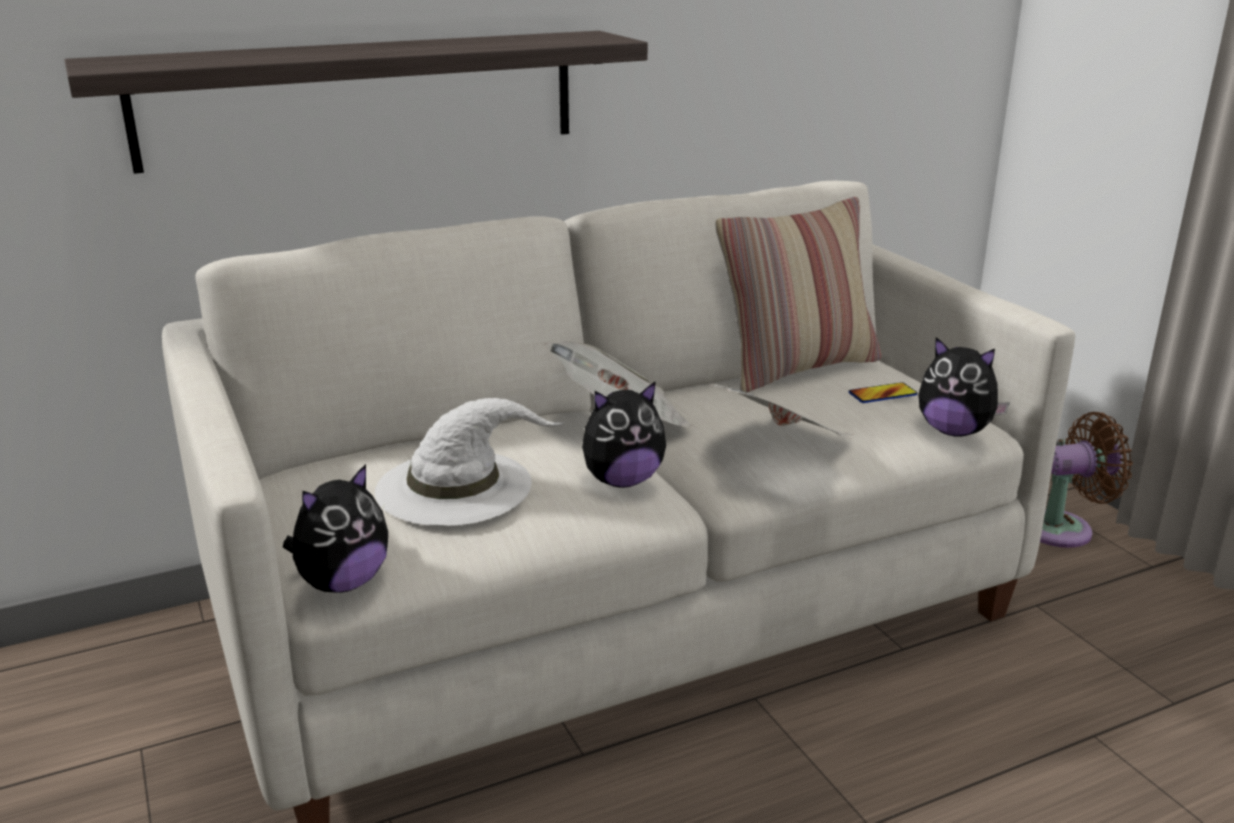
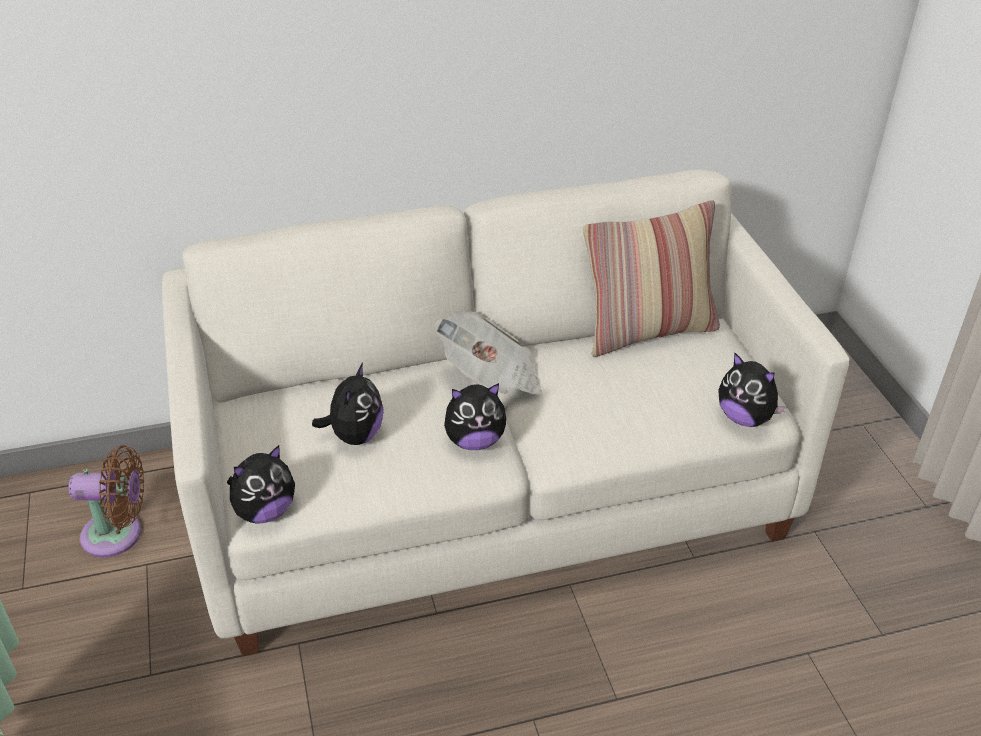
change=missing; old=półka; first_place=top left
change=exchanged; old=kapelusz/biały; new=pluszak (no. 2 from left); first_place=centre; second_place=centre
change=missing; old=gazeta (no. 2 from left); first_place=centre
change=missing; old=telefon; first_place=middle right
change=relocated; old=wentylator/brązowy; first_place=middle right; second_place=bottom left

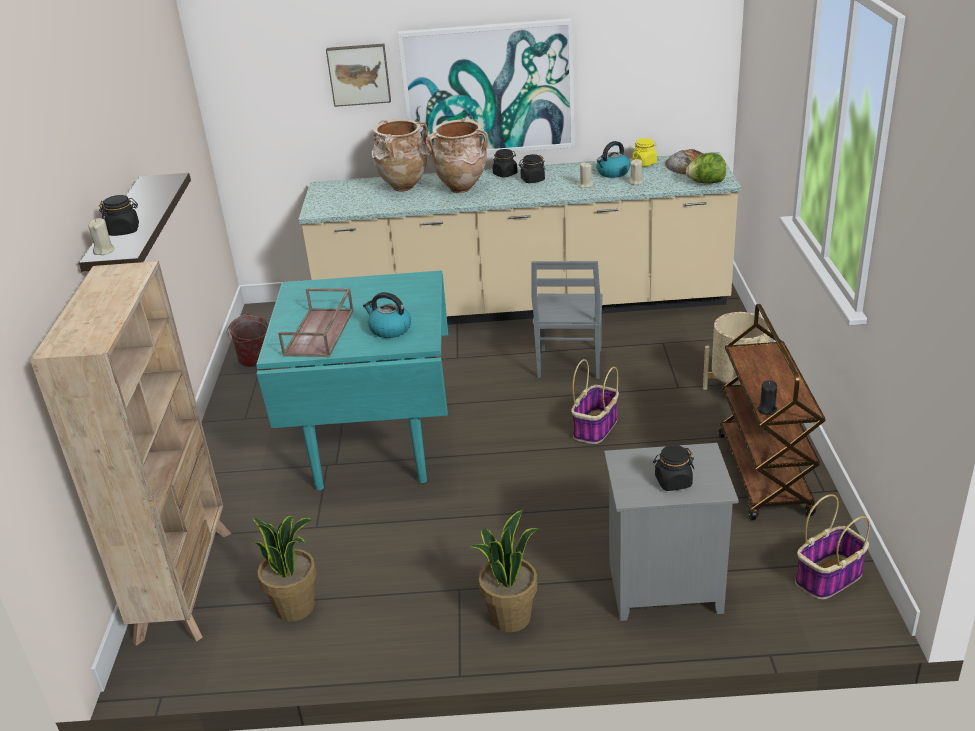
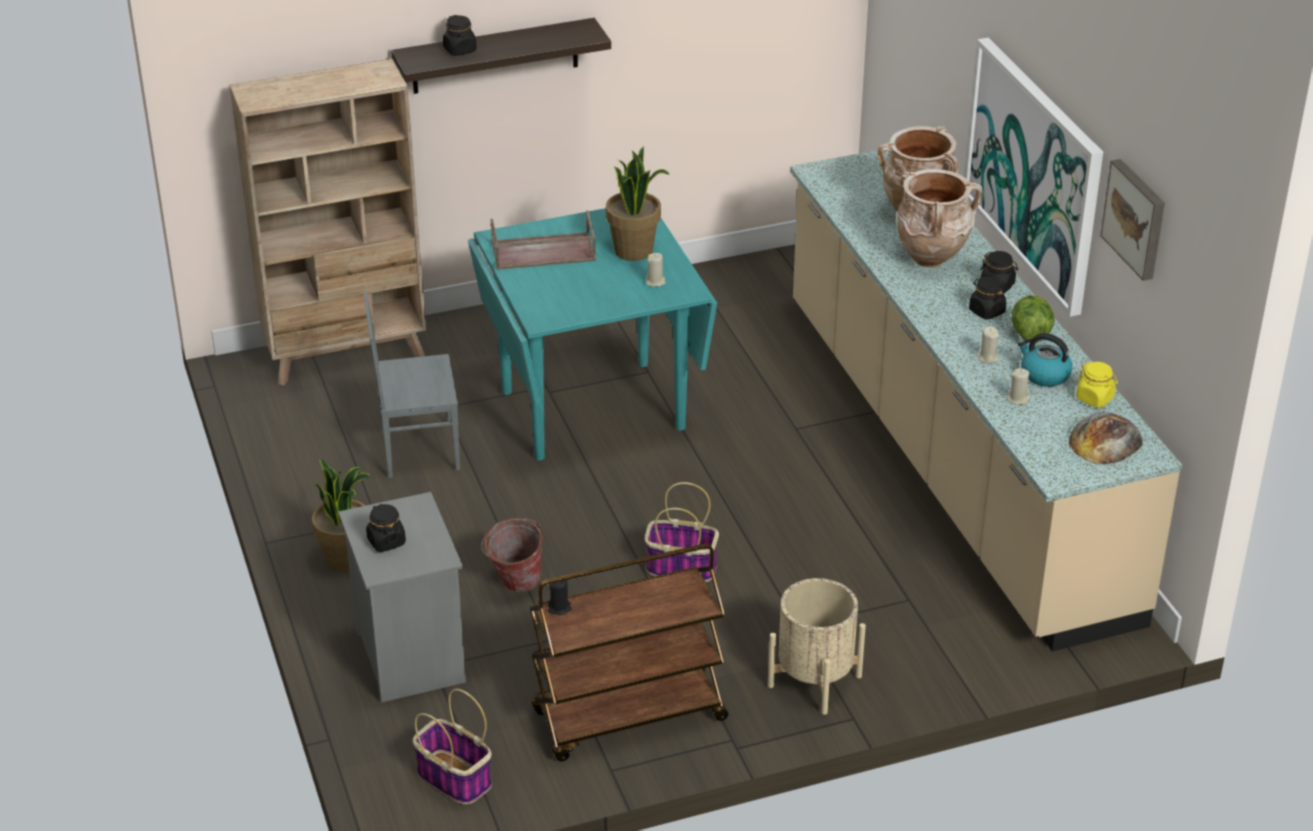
change=relocated; old=świeca/beżowy (no. 1 from left); first_place=top left; second_place=top centre
change=relocated; old=wiadro; first_place=middle left; second_place=bottom centre
change=relocated; old=roślina doniczkowa (no. 1 from left in the first image); new=roślina doniczkowa (no. 2 from left); first_place=bottom left; second_place=top centre
change=relocated; old=obraz (no. 1 from left in the first image); new=obraz (no. 2 from left); first_place=top centre; second_place=top right
change=missing; old=czajnik (no. 1 from left); first_place=centre
change=relocated; old=krzesło/szary; first_place=centre; second_place=middle left
change=relocated; old=sałata; first_place=top right; second_place=middle right

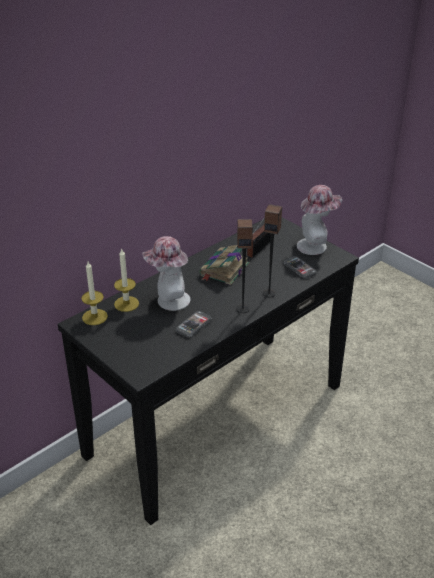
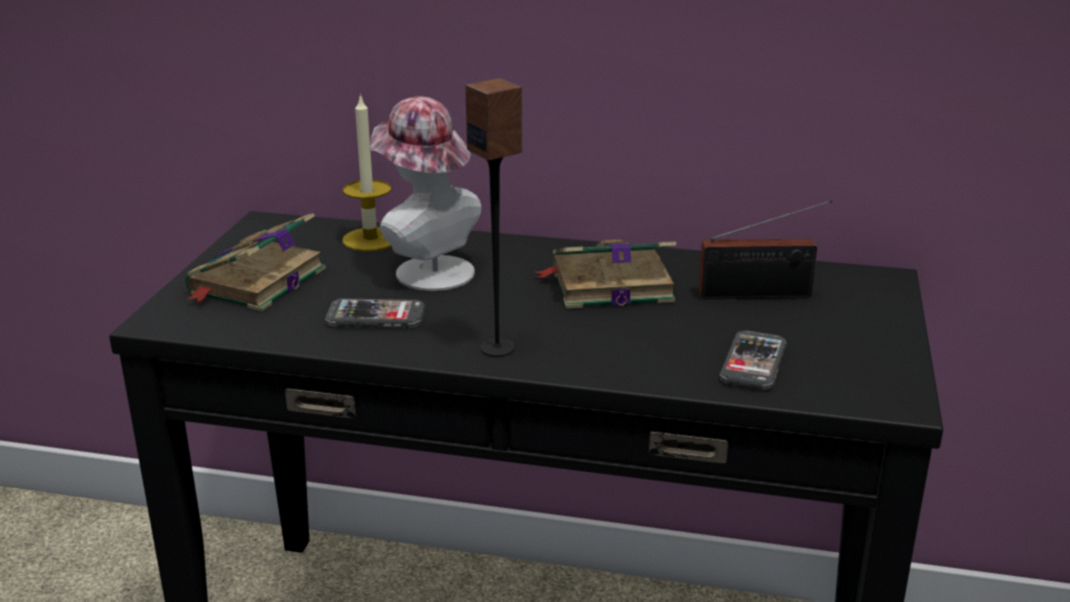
change=missing; old=świeca (no. 1 from left); first_place=middle left
change=missing; old=głośnik (no. 2 from left); first_place=centre
change=missing; old=kapelusz (no. 2 from left); first_place=middle right
change=appeared; new=książka (no. 1 from left); second_place=middle left

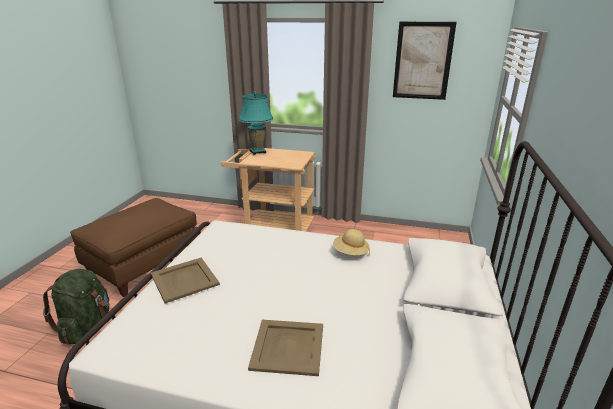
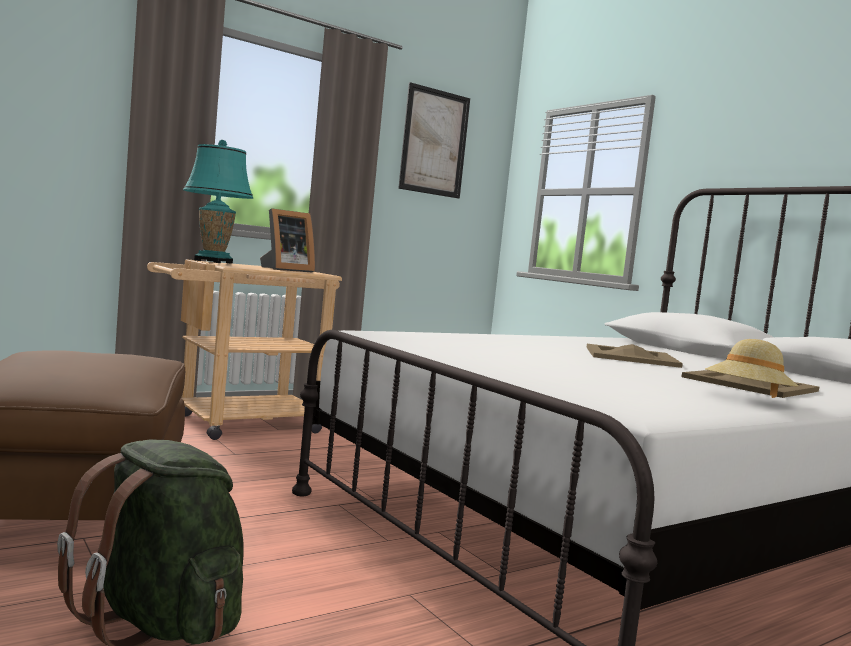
change=relocated; old=taca/beżowy (no. 1 from left); first_place=bottom left; second_place=middle right
change=relocated; old=kapelusz/beżowy; first_place=centre; second_place=middle right
change=appeared; new=ramka na zdjęcie; second_place=centre

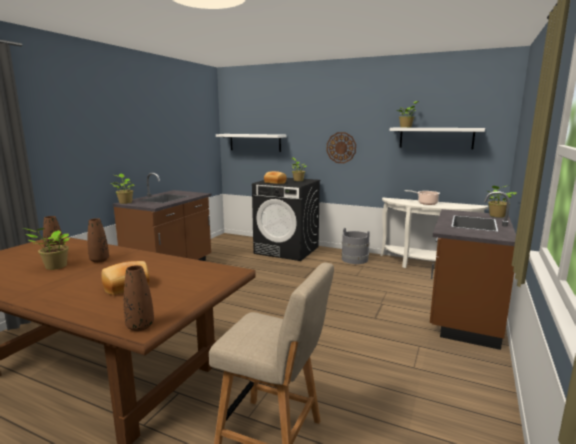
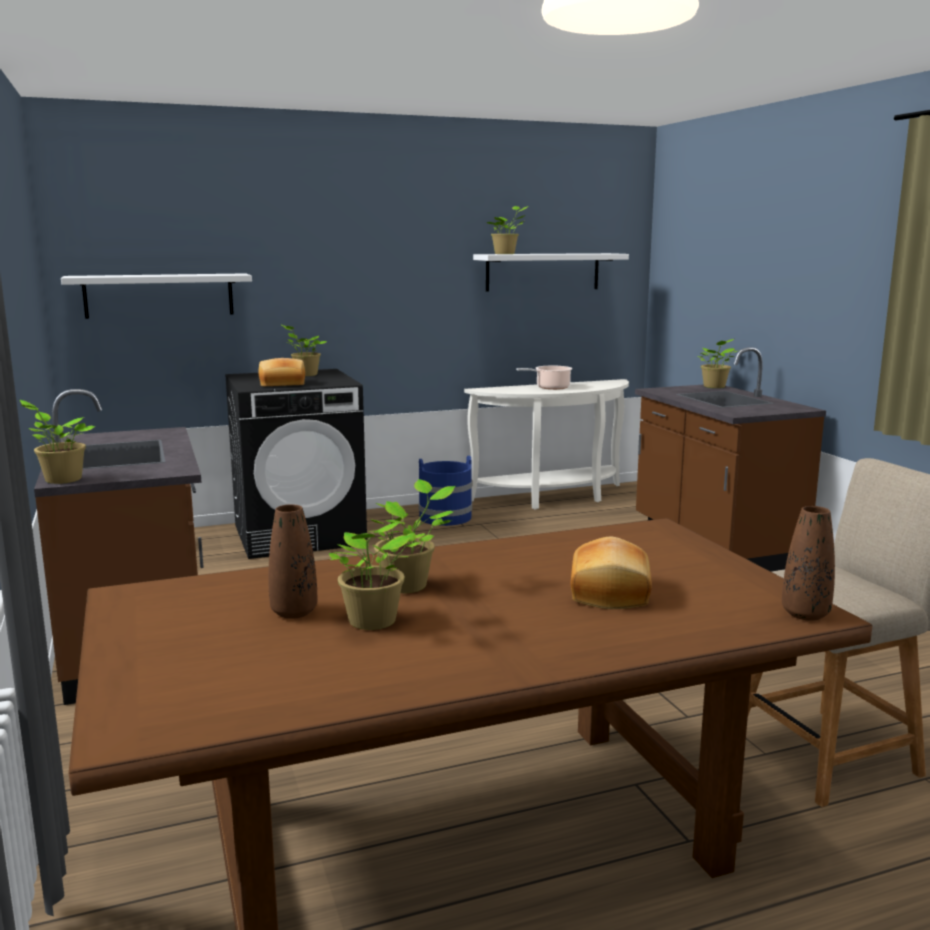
change=exchanged; old=wazon/brązowy (no. 2 from left); new=roślina doniczkowa (no. 4 from left); first_place=middle left; second_place=centre
change=missing; old=zegar ścienny; first_place=top centre
change=colour; old=wiadro/szary; new=wiadro/niebieski; first_place=centre; second_place=centre

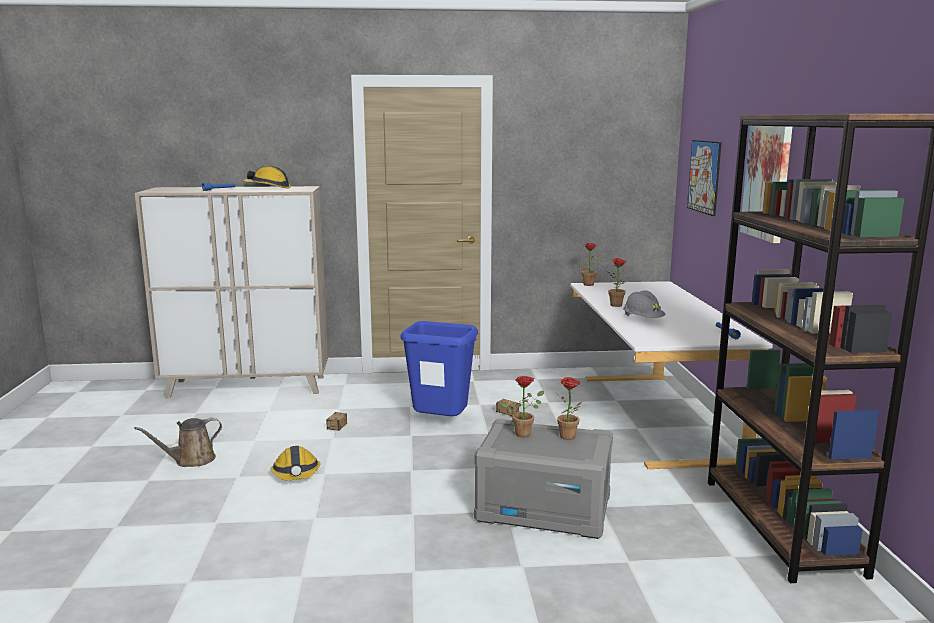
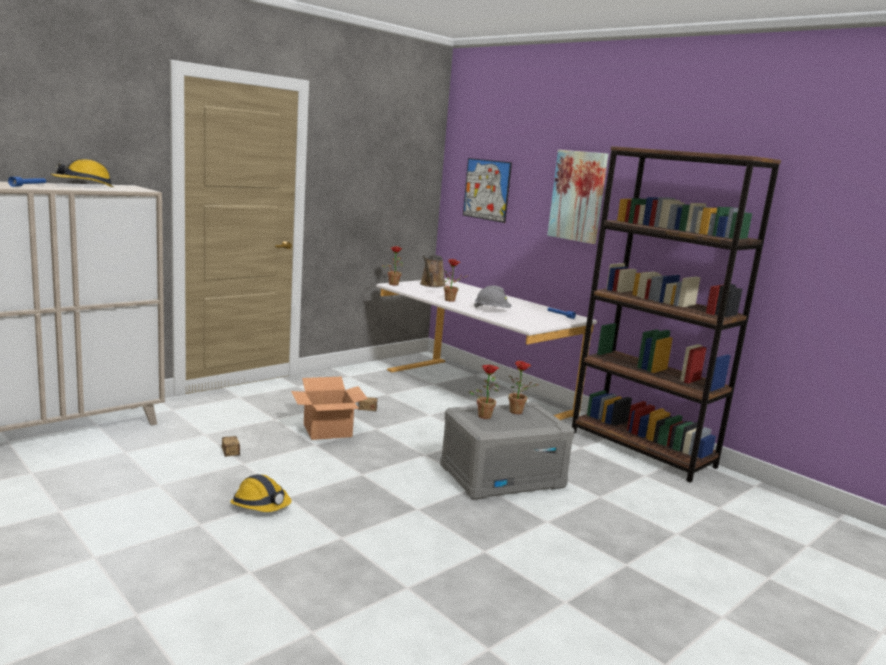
change=relocated; old=konewka/brązowy; first_place=bottom left; second_place=centre
change=exchanged; old=kosz na śmieci/niebieski; new=karton; first_place=centre; second_place=centre

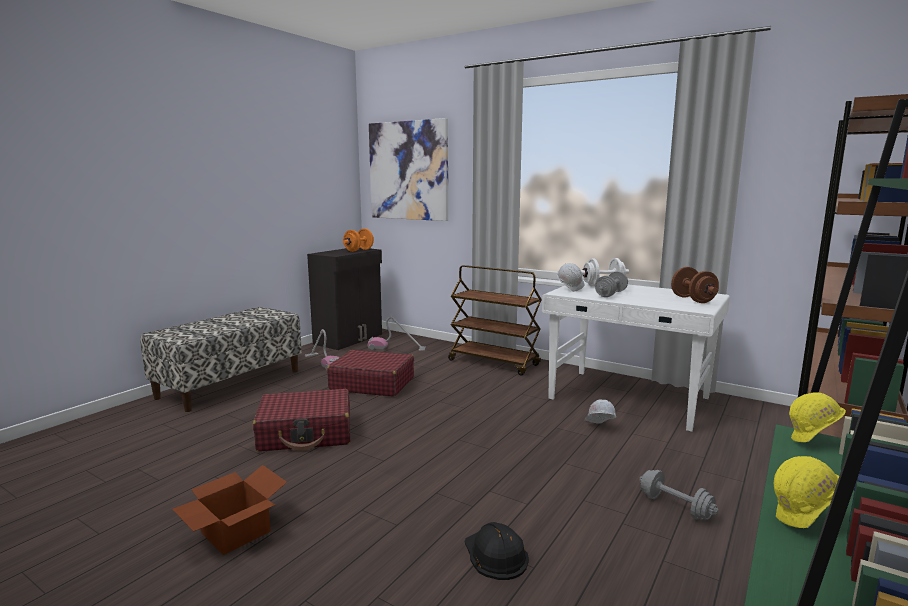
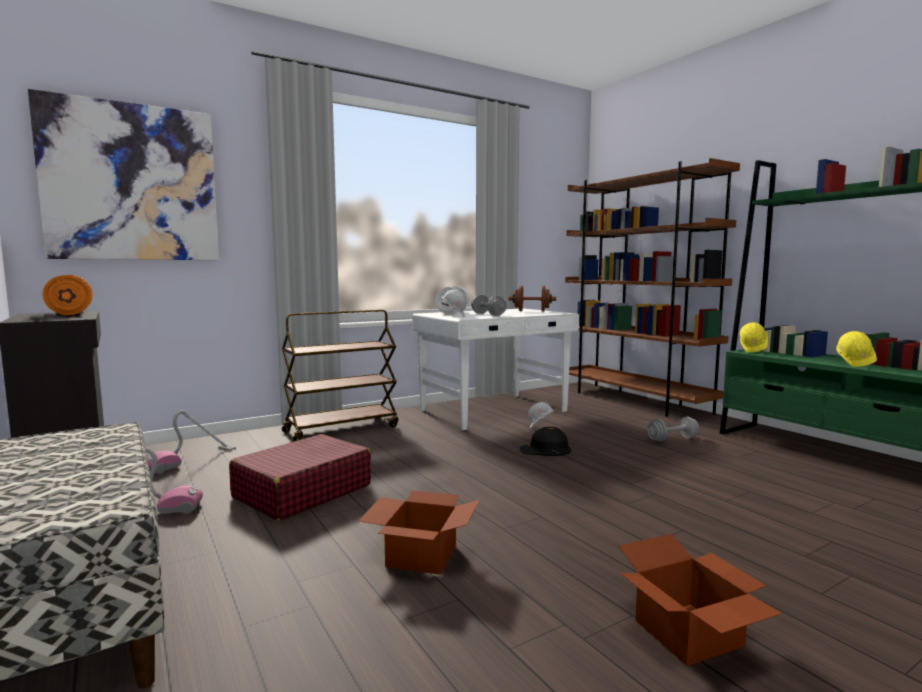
change=exchanged; old=walizka/czerwony (no. 1 from left); new=karton (no. 1 from left); first_place=bottom left; second_place=bottom centre
change=relocated; old=kask/czarny; first_place=bottom centre; second_place=centre

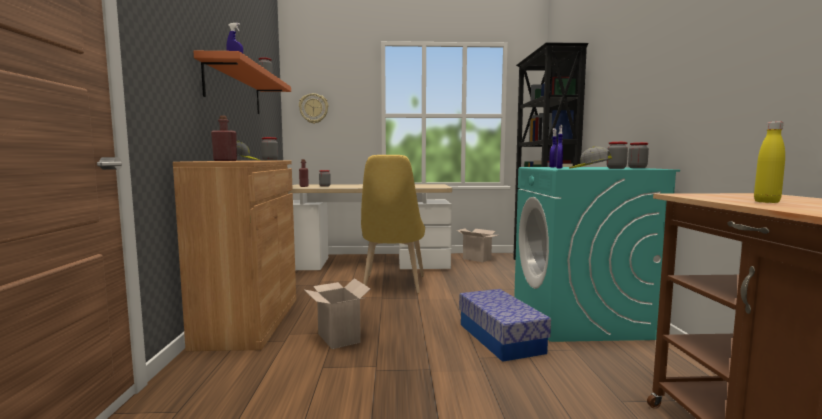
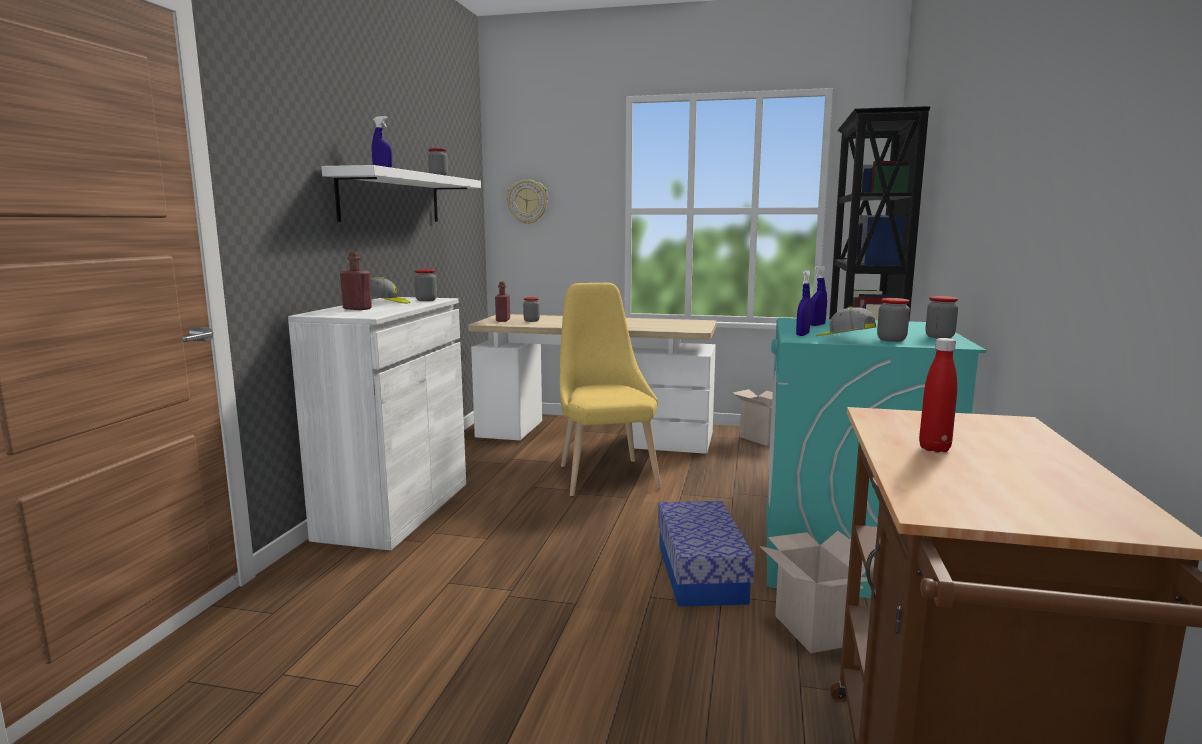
change=colour; old=szafka/brązowy; new=szafka/biały; first_place=middle left; second_place=middle left
change=colour; old=półka/pomarańczowy; new=półka/biały; first_place=top left; second_place=top centre
change=relocated; old=karton (no. 1 from left in the first image); new=karton (no. 2 from left); first_place=bottom centre; second_place=bottom right
change=spun; old=krzesło/żółty; first_place=centre; second_place=centre; degrees=150
change=colour; old=butelka/żółty; new=butelka/czerwony (no. 3 from left); first_place=middle right; second_place=middle right

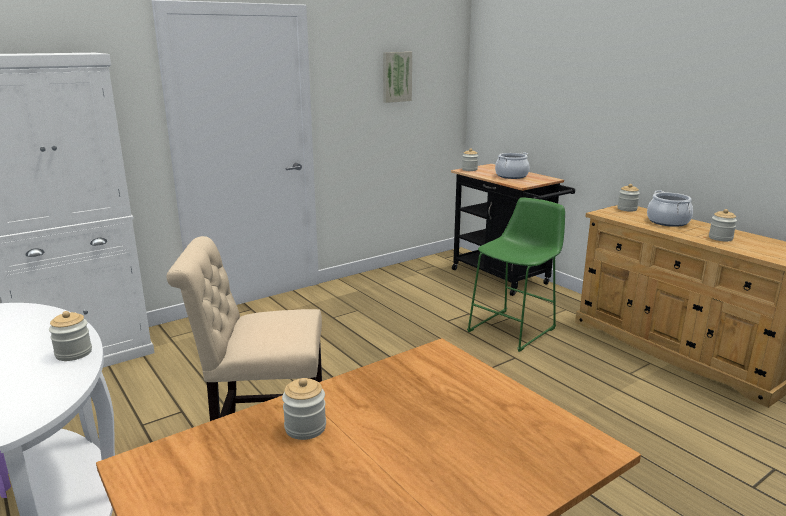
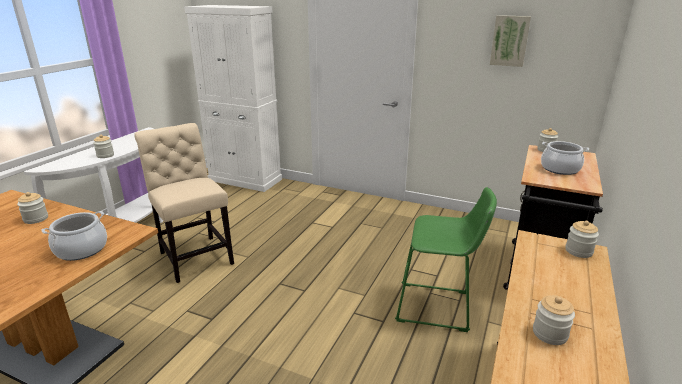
change=relocated; old=garnek (no. 2 from left in the first image); new=garnek (no. 1 from left); first_place=middle right; second_place=middle left

